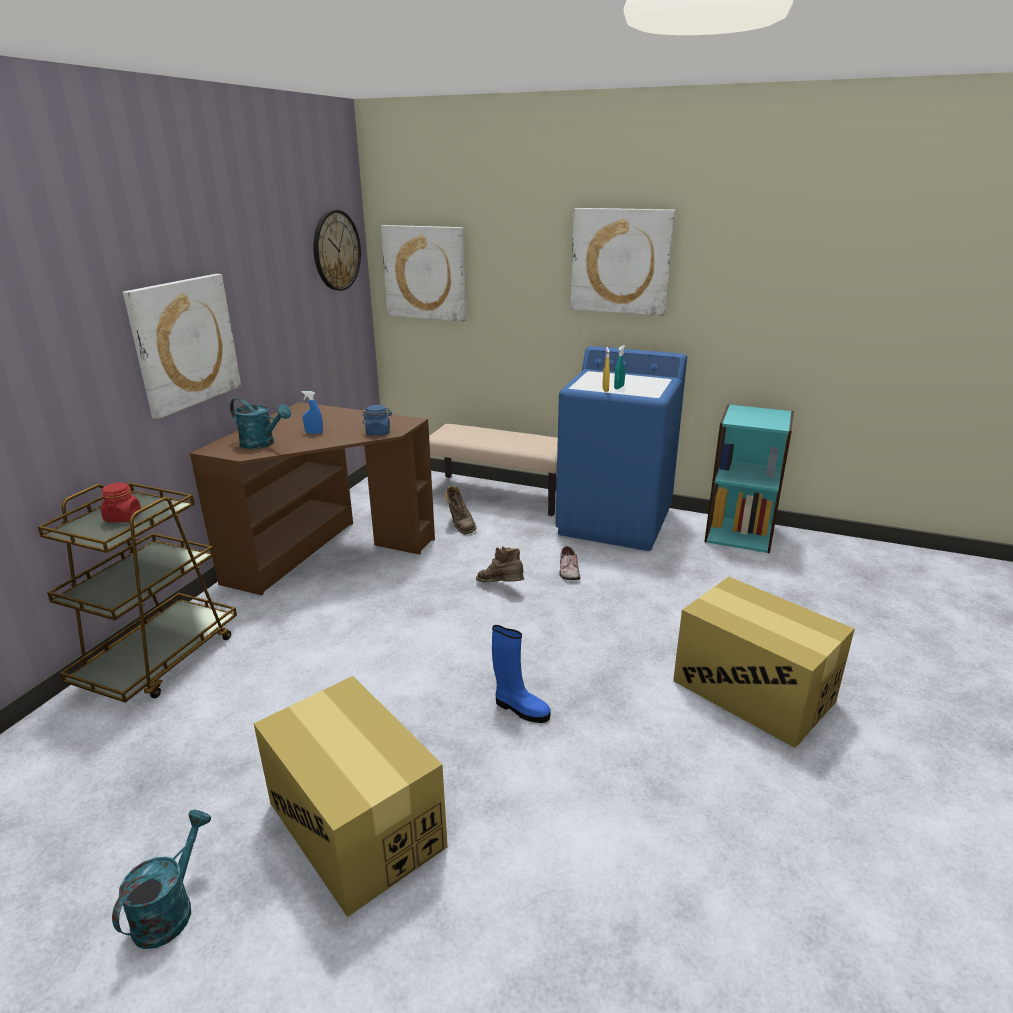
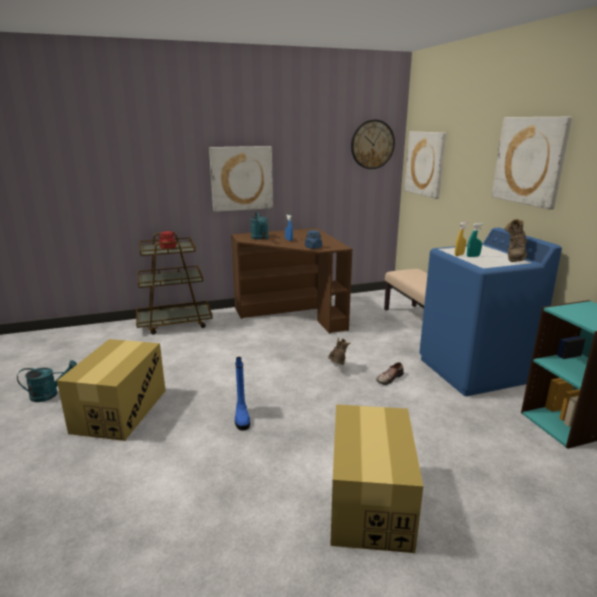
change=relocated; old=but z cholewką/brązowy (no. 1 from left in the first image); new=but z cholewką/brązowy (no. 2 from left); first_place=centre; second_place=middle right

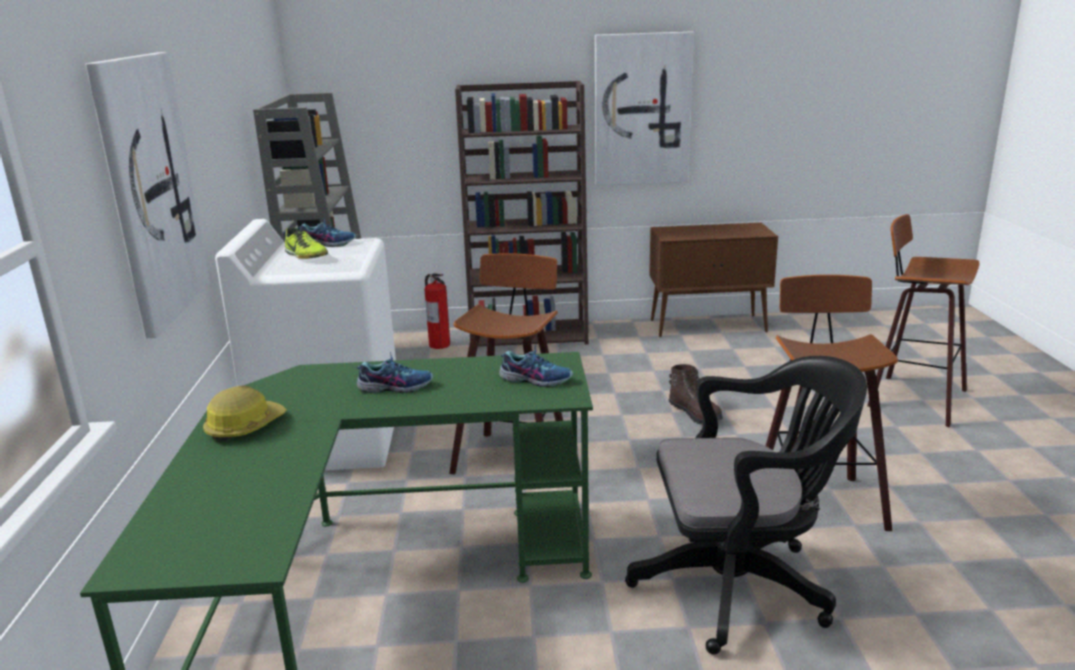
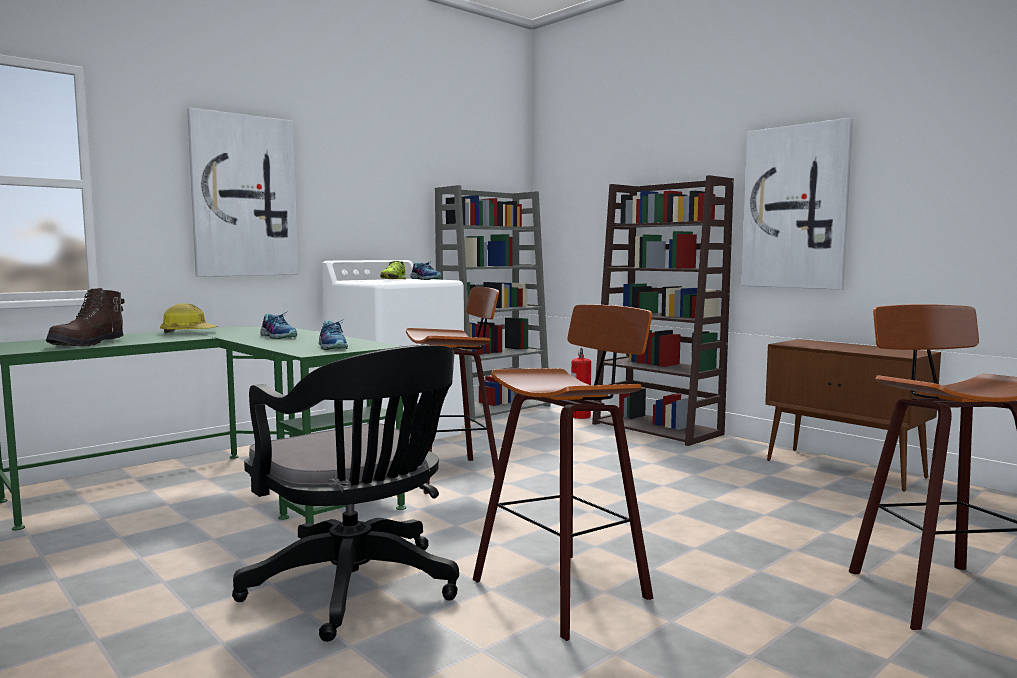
change=relocated; old=but z cholewką/brązowy; first_place=centre; second_place=middle left

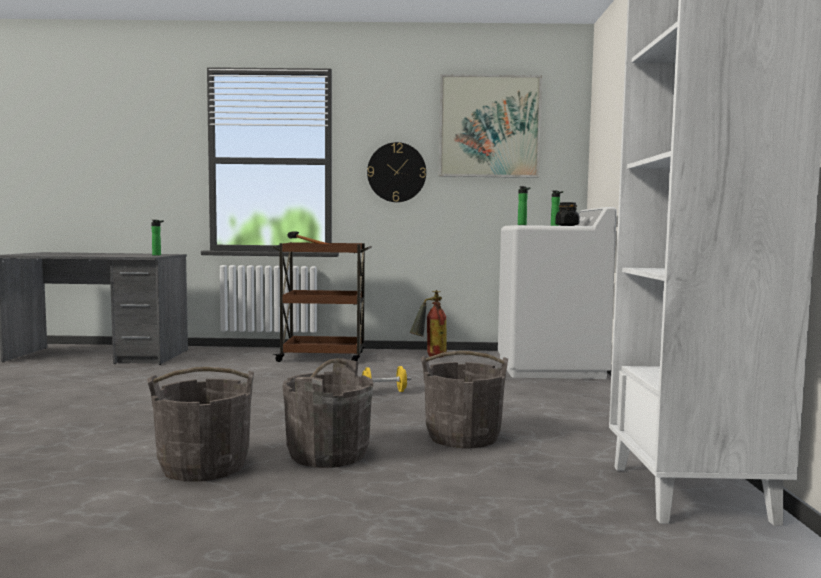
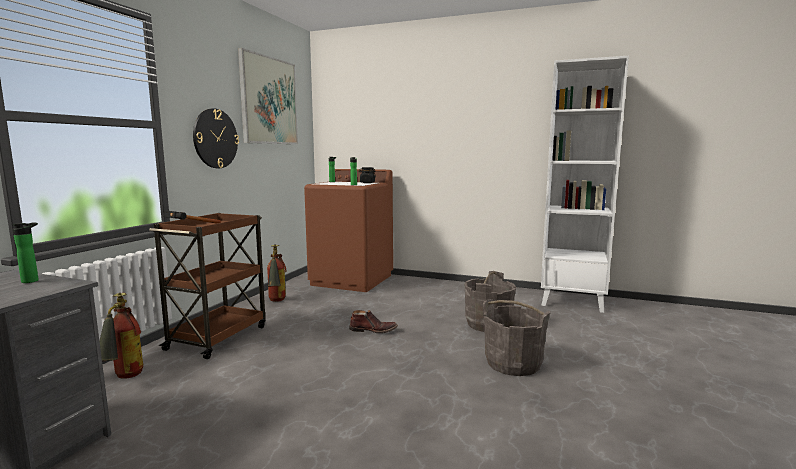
change=missing; old=wiadro/szary (no. 1 from left); first_place=bottom left
change=exchanged; old=hantel/żółty; new=but z cholewką/brązowy; first_place=centre; second_place=bottom centre
change=colour; old=pralka/biały; new=pralka/brązowy; first_place=middle right; second_place=centre
change=appeared; new=gaśnica (no. 1 from left); second_place=bottom left

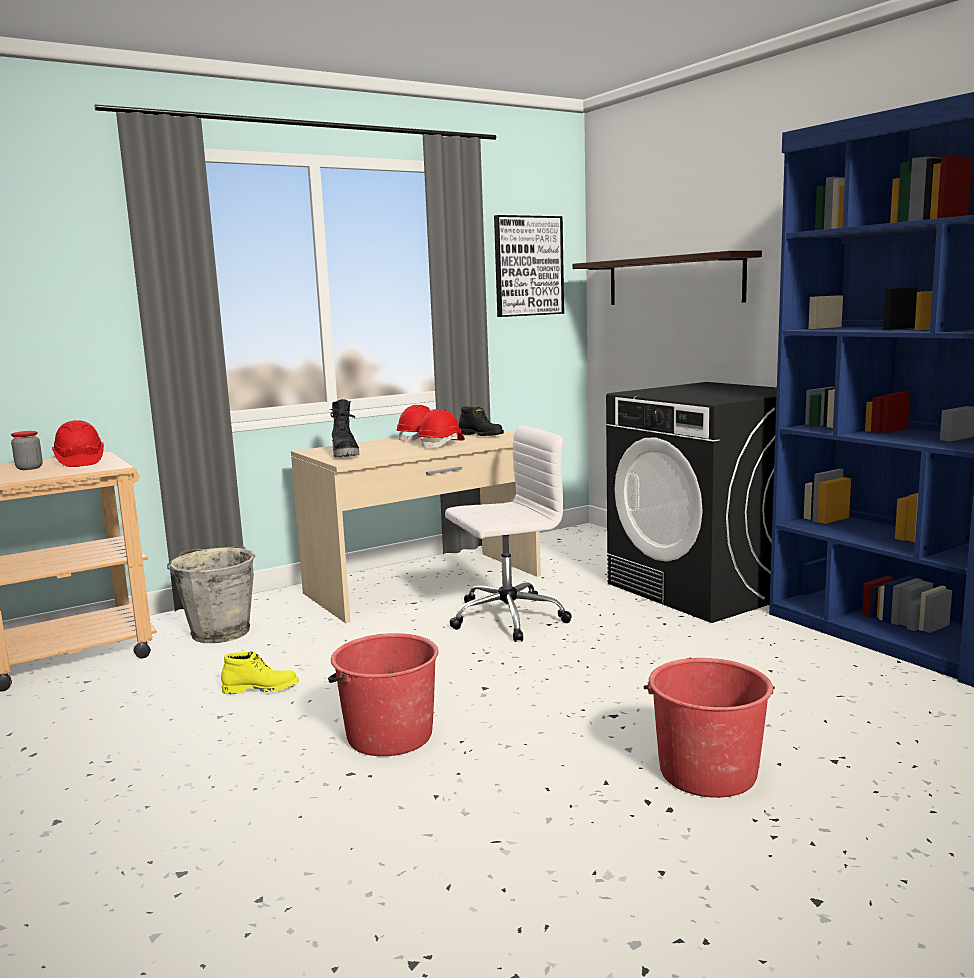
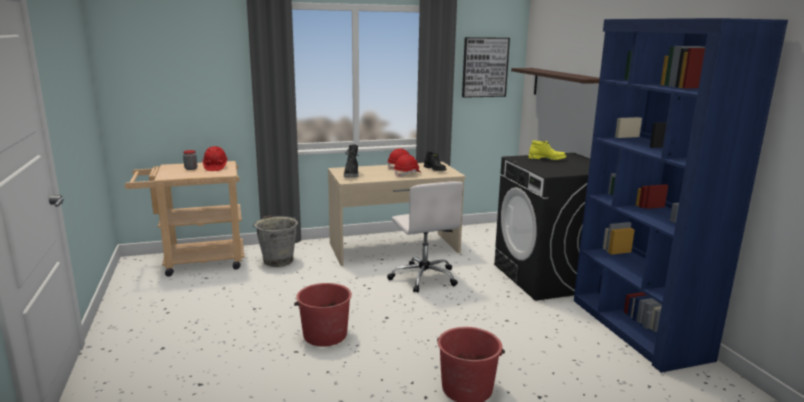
change=relocated; old=but z cholewką/żółty; first_place=bottom left; second_place=middle right
change=spun; old=krzesło biurowe/biały; first_place=centre; second_place=centre; degrees=75

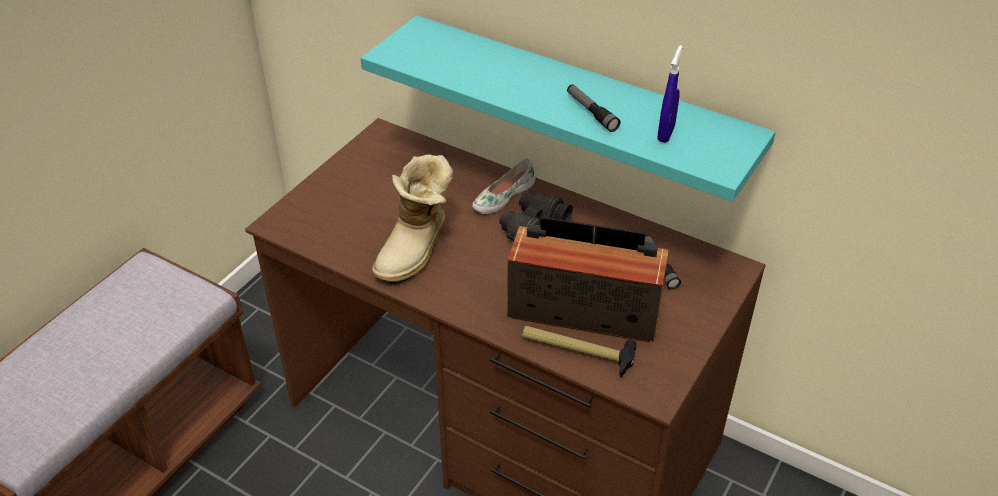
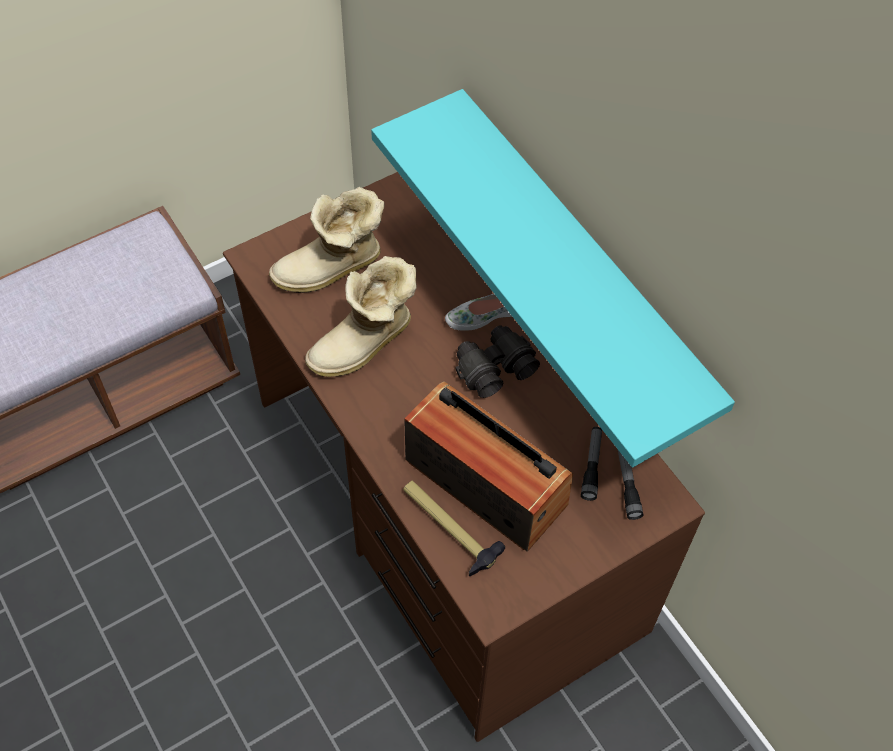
change=relocated; old=latarka (no. 1 from left in the first image); new=latarka (no. 2 from left); first_place=top centre; second_place=middle right
change=missing; old=spryskiwacz/niebieski; first_place=top right
change=appeared; new=but z cholewką (no. 1 from left); second_place=top centre

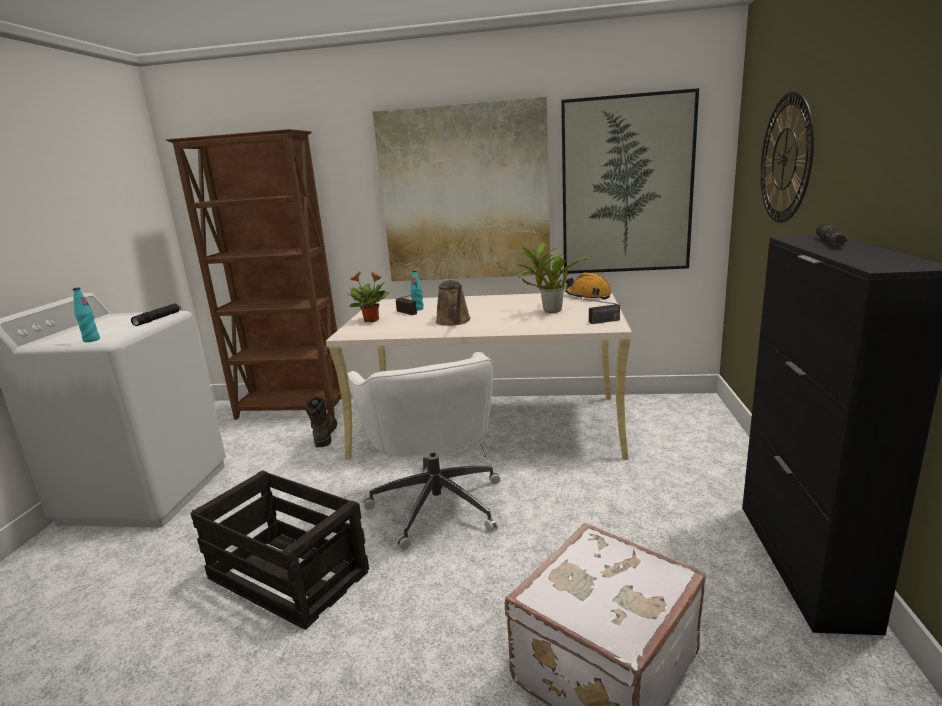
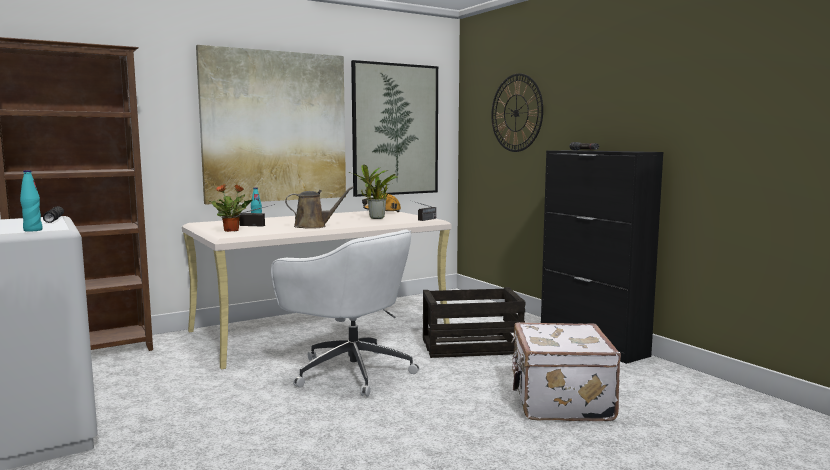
change=relocated; old=skrzynka; first_place=bottom left; second_place=bottom centre
change=missing; old=but z cholewką/brązowy; first_place=centre
change=spun; old=konewka/brązowy; first_place=centre; second_place=centre; degrees=-45

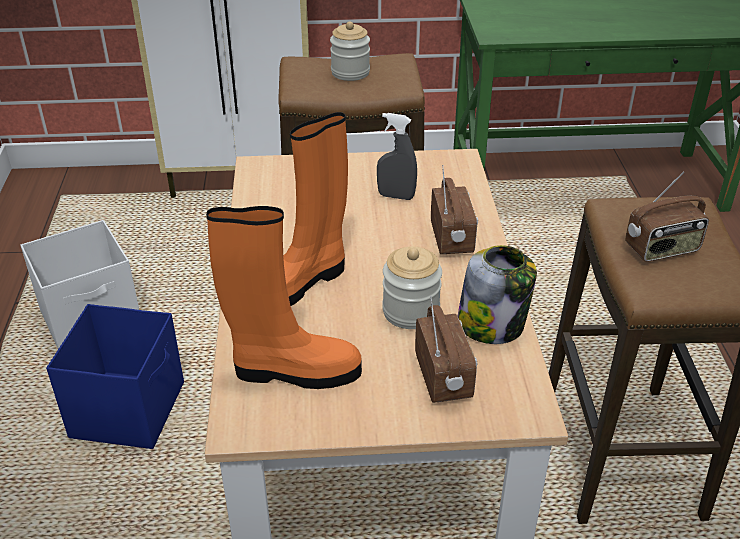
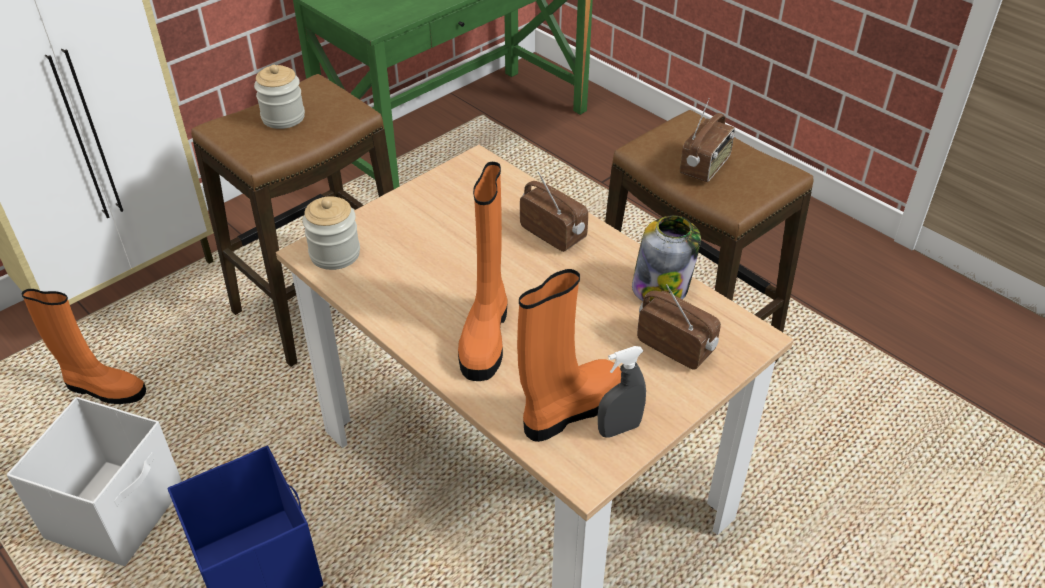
change=relocated; old=spryskiwacz/szary; first_place=top centre; second_place=bottom centre
change=relocated; old=słoik (no. 2 from left); first_place=centre; second_place=middle left
change=appeared; new=but z cholewką/pomarańczowy (no. 1 from left); second_place=middle left

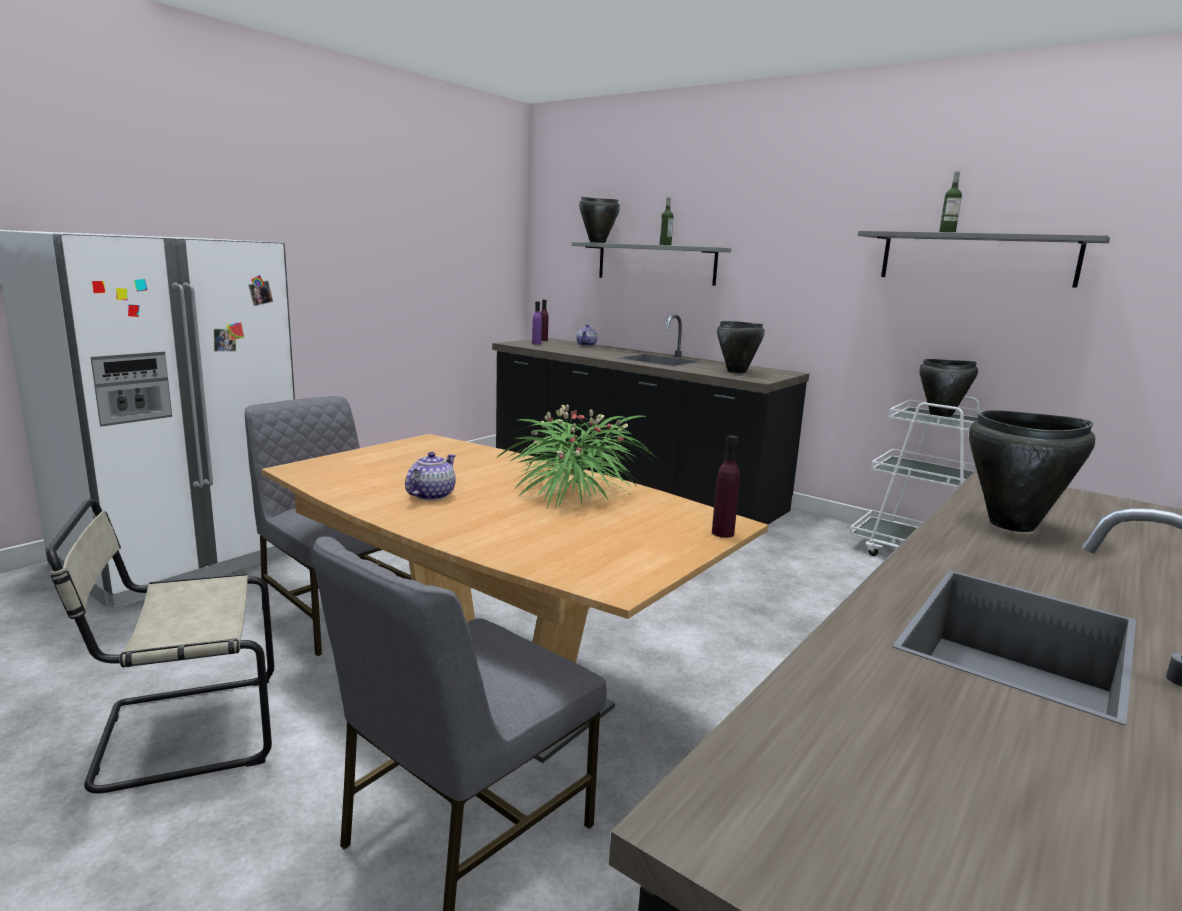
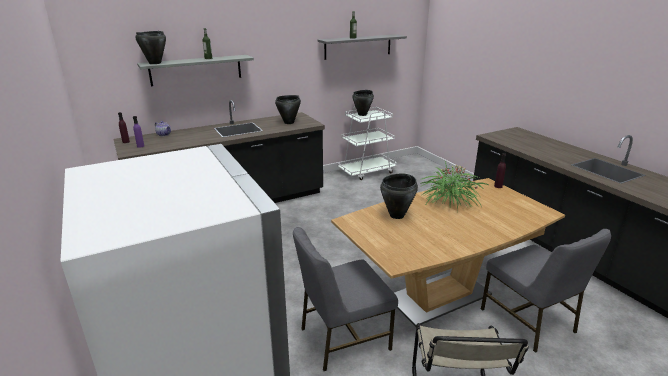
change=missing; old=imbryk (no. 1 from left); first_place=centre
change=relocated; old=garnek/czarny (no. 4 from left); first_place=middle right; second_place=centre

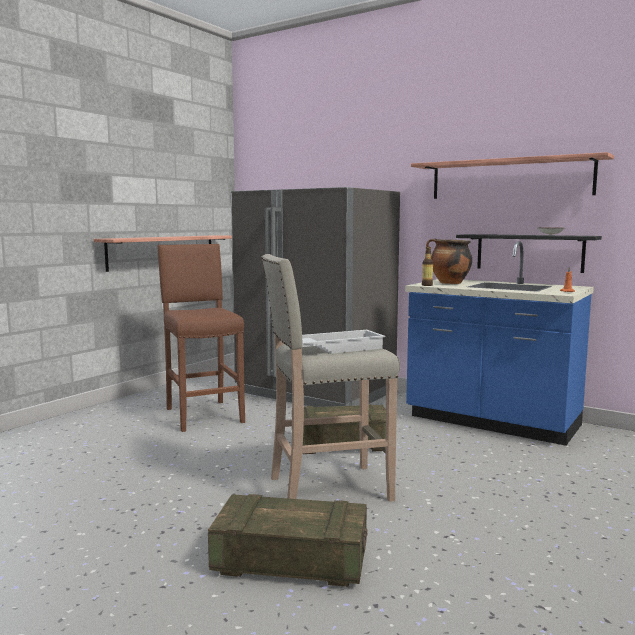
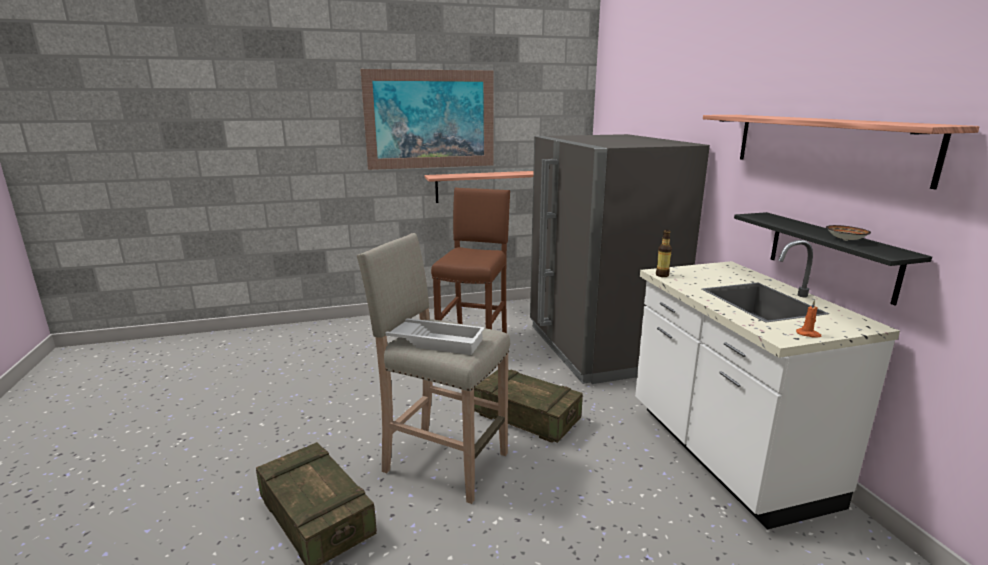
change=colour; old=zabudowa kuchenna/niebieski; new=zabudowa kuchenna/biały; first_place=middle right; second_place=bottom right
change=missing; old=garnek; first_place=middle right
change=appeared; new=obraz; second_place=top centre

